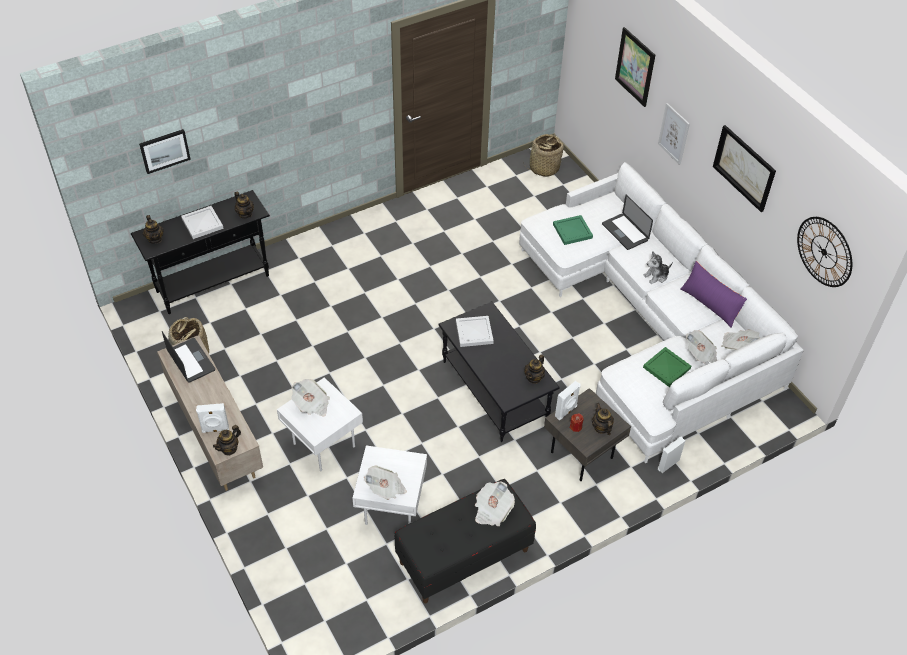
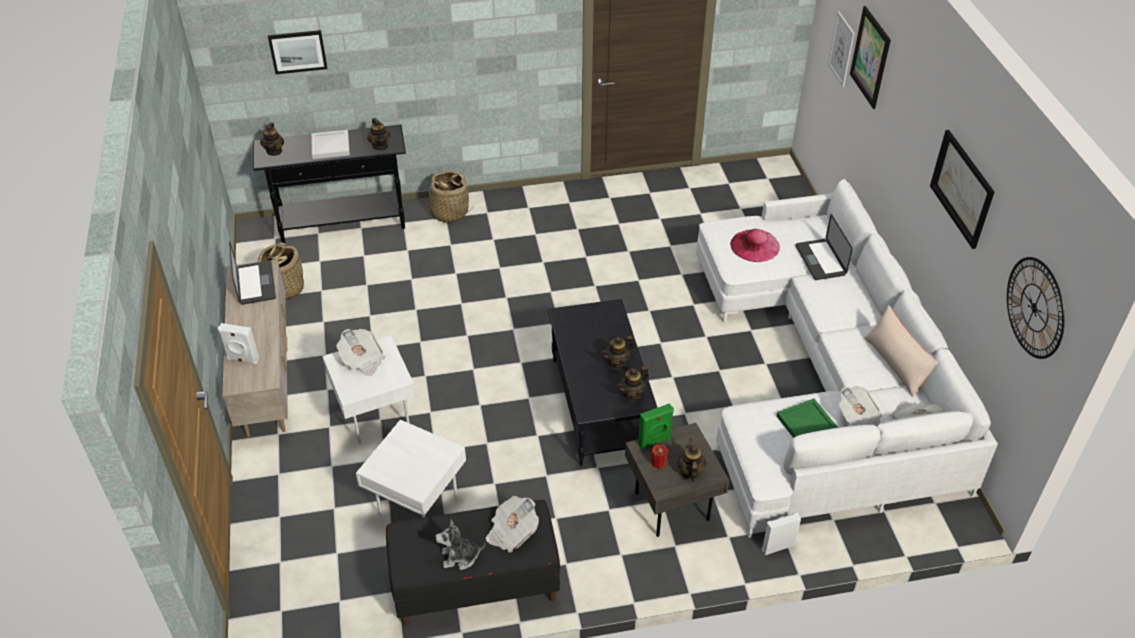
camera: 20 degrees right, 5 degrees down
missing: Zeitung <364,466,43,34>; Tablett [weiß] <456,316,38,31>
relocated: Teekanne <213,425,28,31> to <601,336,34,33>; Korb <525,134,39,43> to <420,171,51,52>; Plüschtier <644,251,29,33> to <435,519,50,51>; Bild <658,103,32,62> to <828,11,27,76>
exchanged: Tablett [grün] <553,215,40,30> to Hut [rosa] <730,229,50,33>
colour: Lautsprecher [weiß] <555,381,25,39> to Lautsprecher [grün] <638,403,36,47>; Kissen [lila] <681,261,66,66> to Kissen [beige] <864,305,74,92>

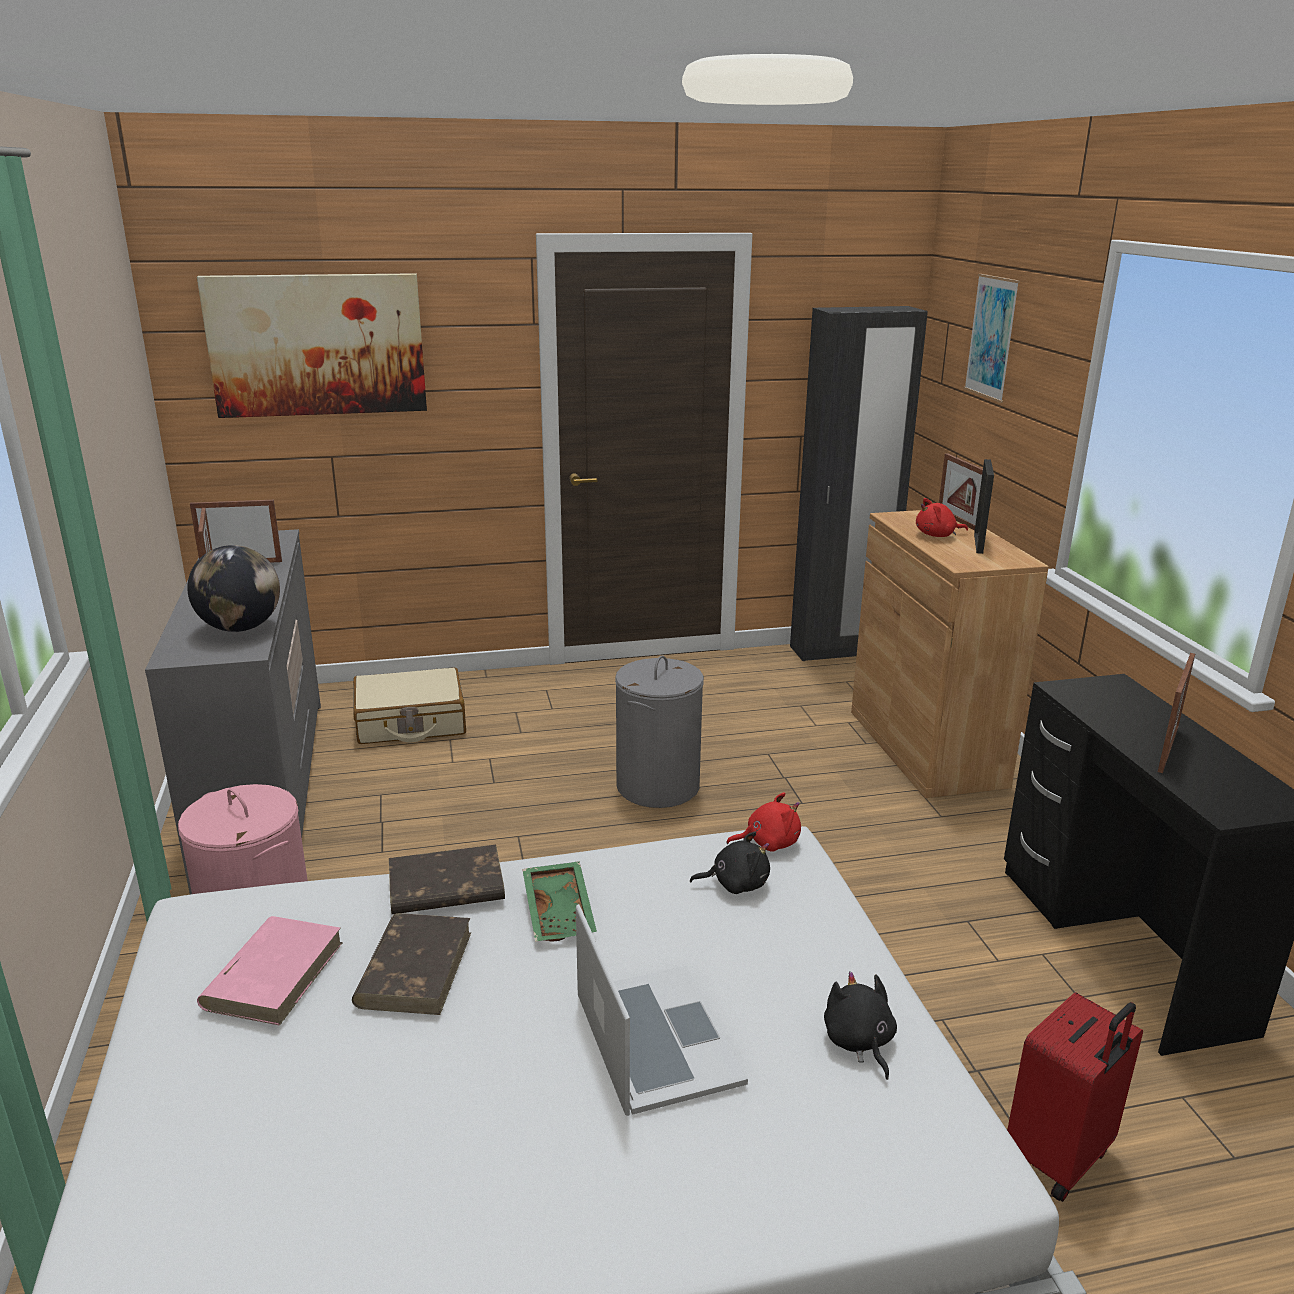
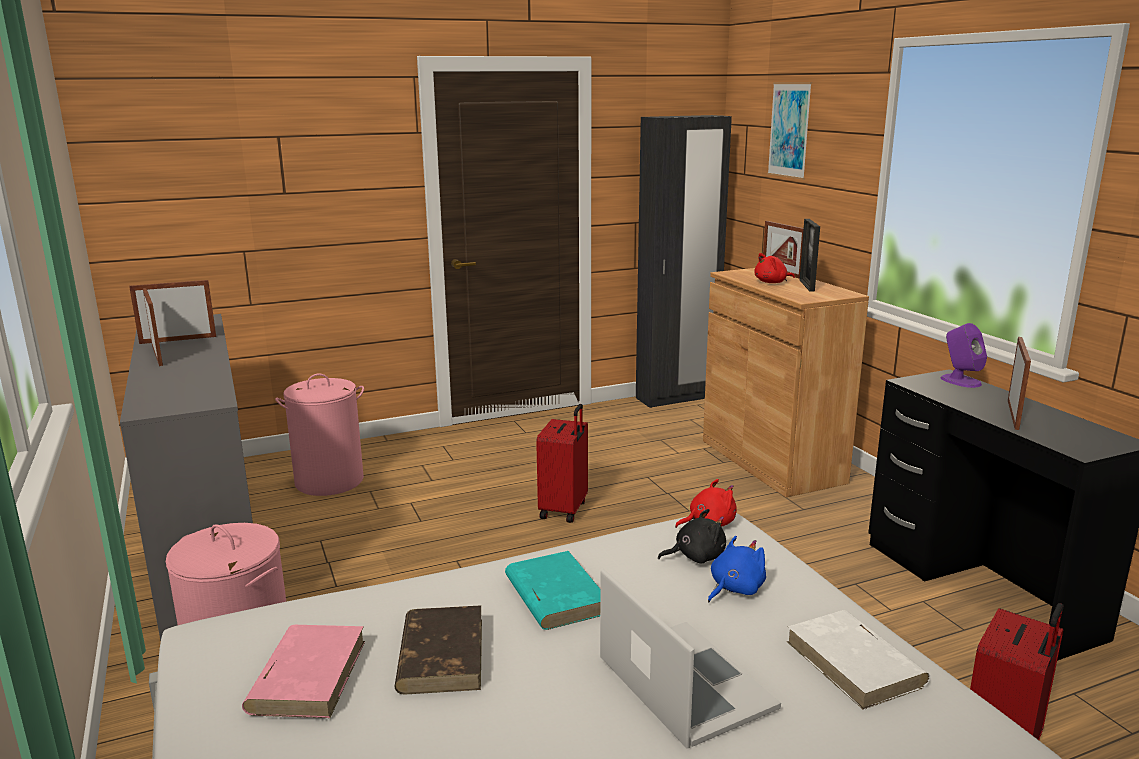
camera: 10 degrees left, 5 degrees down
missing: Globus <187,545,93,87>; Bild <197,273,230,145>; Buch [braun] <389,845,116,69>
appeared: Plüschtier [blau] <708,536,58,66>; Lautsprecher [lila] <941,323,46,65>
exchanged: Koffer [beige] <353,667,113,77> to Wäschekorb [rosa] <275,374,89,122>; Tablett [grün] <522,861,75,81> to Buch [türkis] <505,551,95,79>; Wäschekorb [grau] <615,655,89,153> to Koffer [rot] <536,404,52,119>; Plüschtier [schwarz] <824,971,73,109> to Buch [weiß] <786,610,144,100>

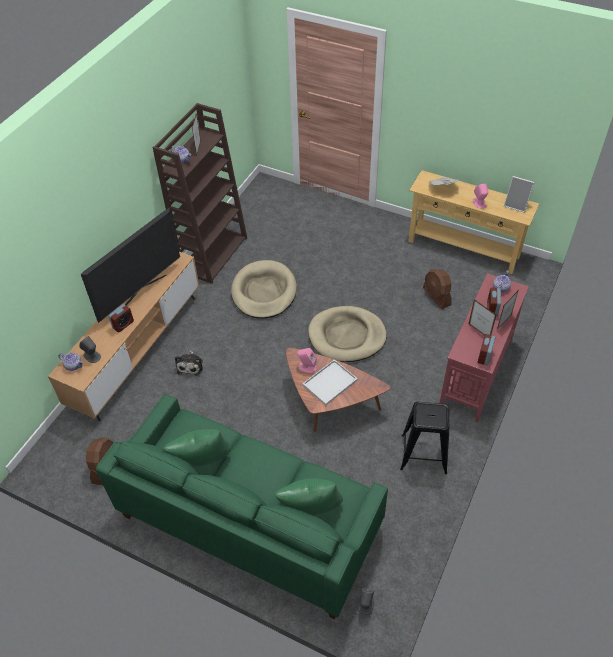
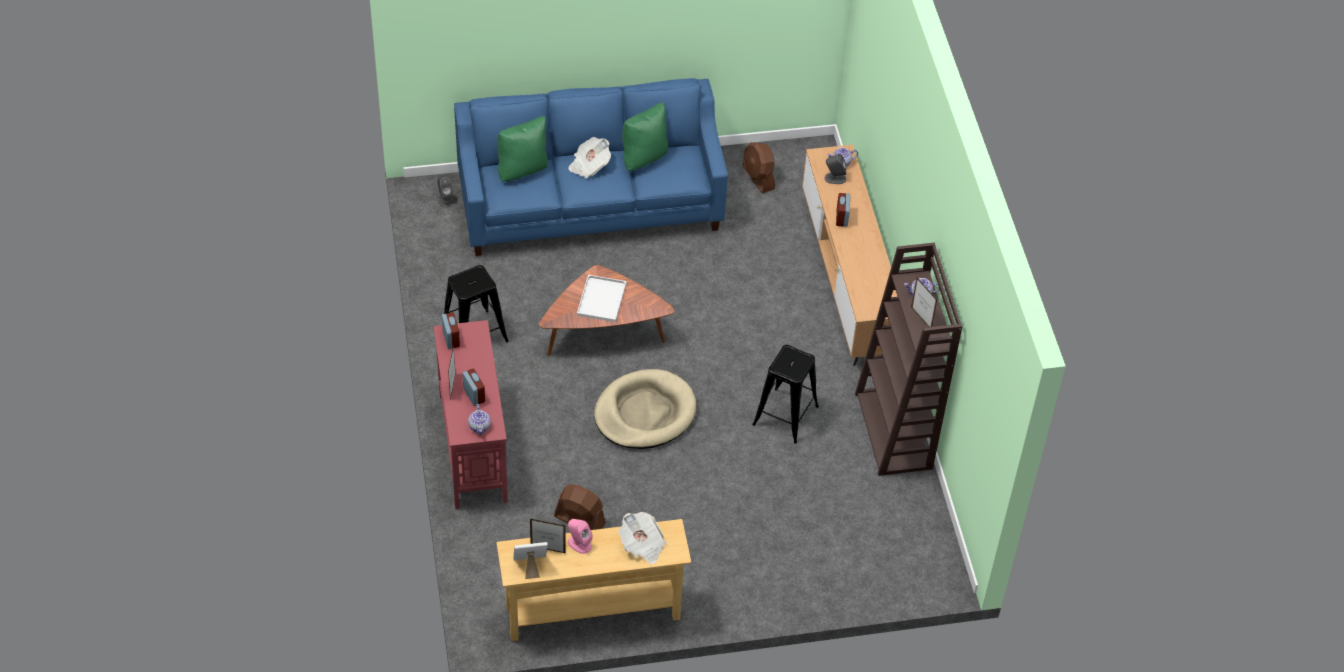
camera: 140 degrees right, 0 degrees up
missing: Fernseher <81,207,99,116>; Plüschtier <175,350,28,25>; Lautsprecher [rosa] <297,348,20,25>
appeared: Zeitung <568,137,43,42>
relocated: Bilderrahmen <469,299,27,36> to <530,519,36,35>
exchanged: Hundebett [beige] <231,260,66,59> to Hocker [schwarz] <752,345,67,98>
colour: Sofa [grün] <96,394,292,226> to Sofa [blau] <454,78,274,178>

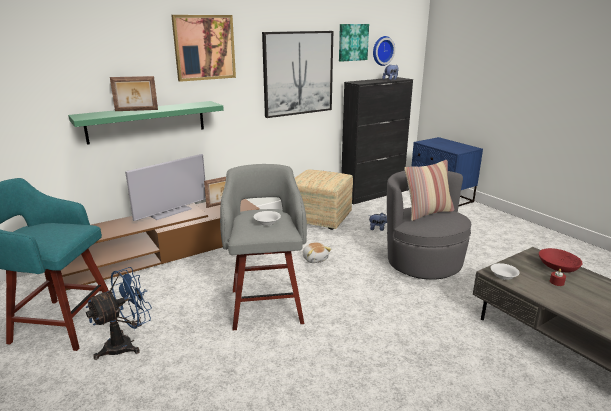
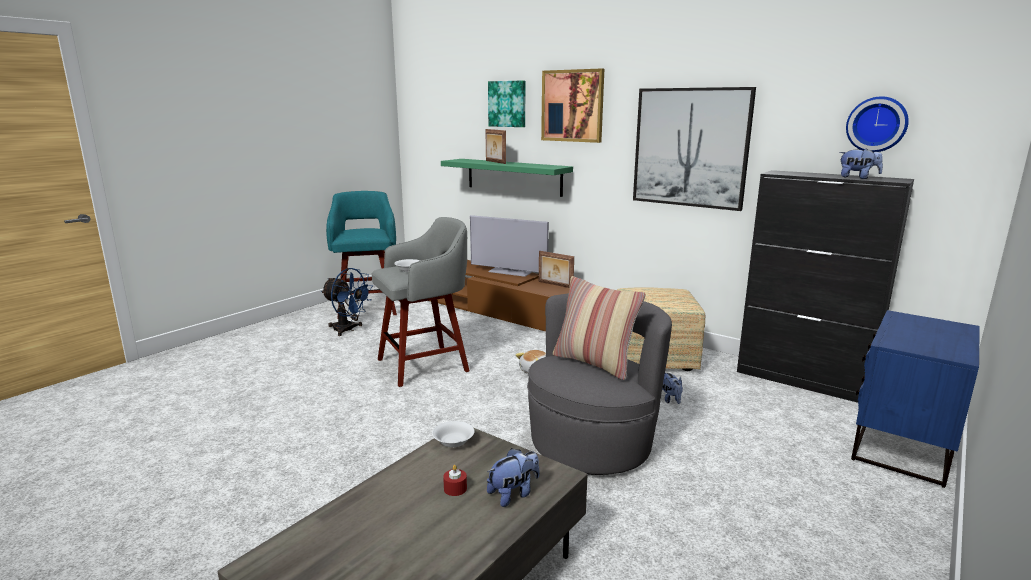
camera: 70 degrees right, 5 degrees down
relocated: Bild <339,24,30,38> to <488,80,37,47>
exchanged: Schüssel [rot] <539,248,44,24> to Plüschtier <487,448,52,59>

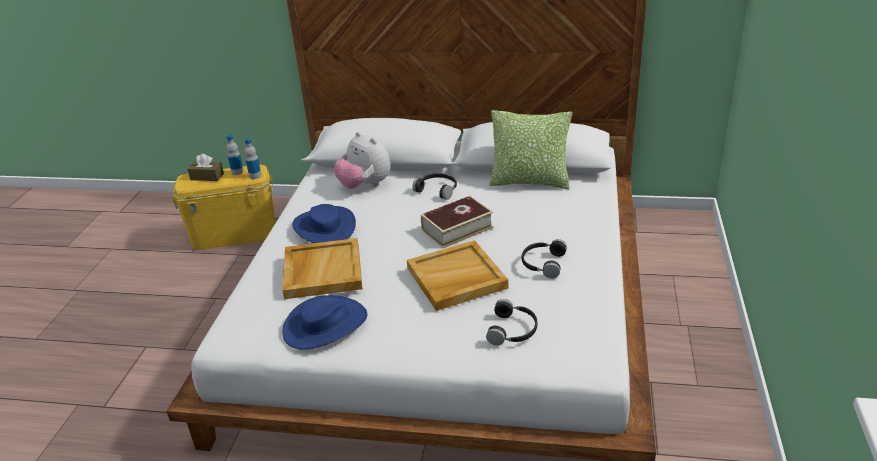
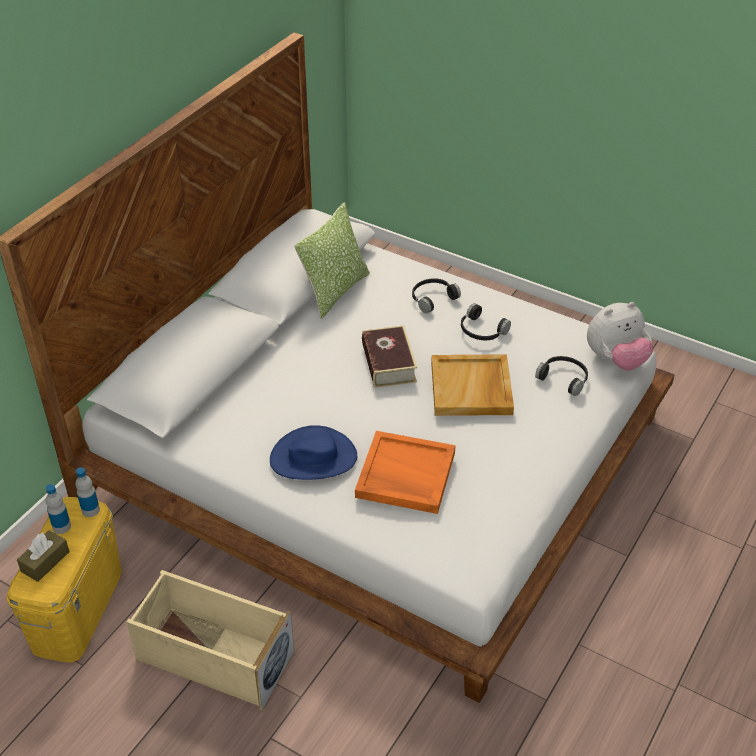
camera: 70 degrees left, 10 degrees up
missing: Hut [blau] <282,295,85,54>
appeared: Aufbewahrungsbox [beige] <127,570,167,140>
relocated: Plüschtier <334,132,57,57> to <587,302,66,68>; Kopfhörer [schwarz] <413,173,44,27> to <412,278,49,36>
colour: Tablett [beige] <282,238,80,61> to Tablett [orange] <355,431,101,83>

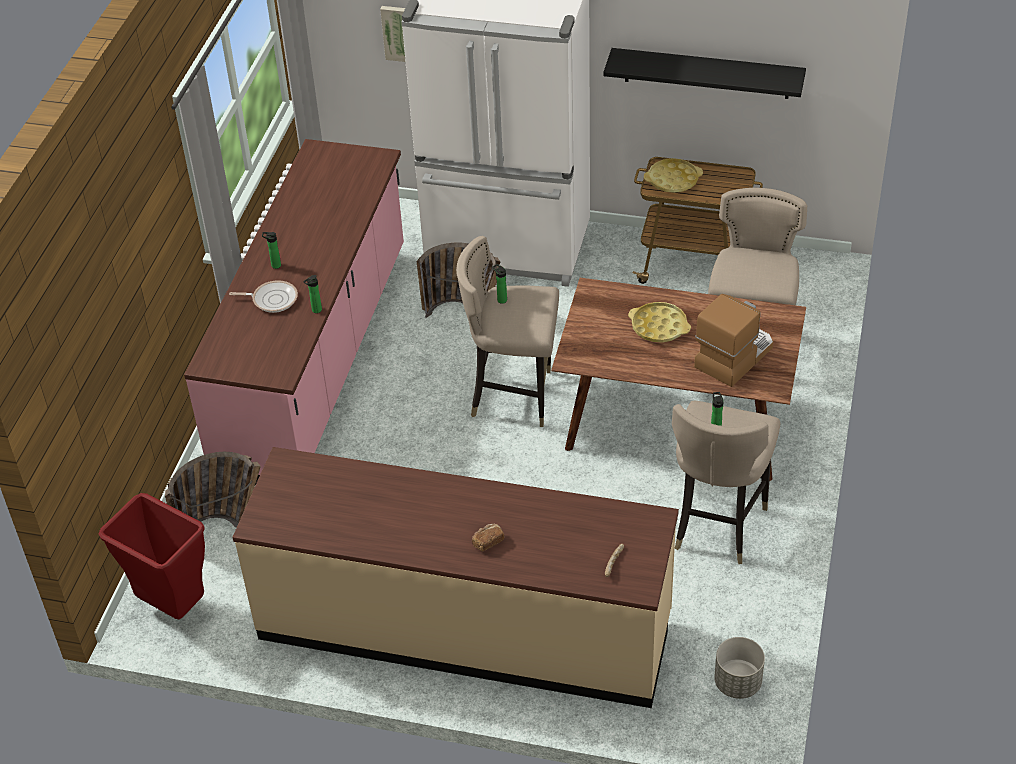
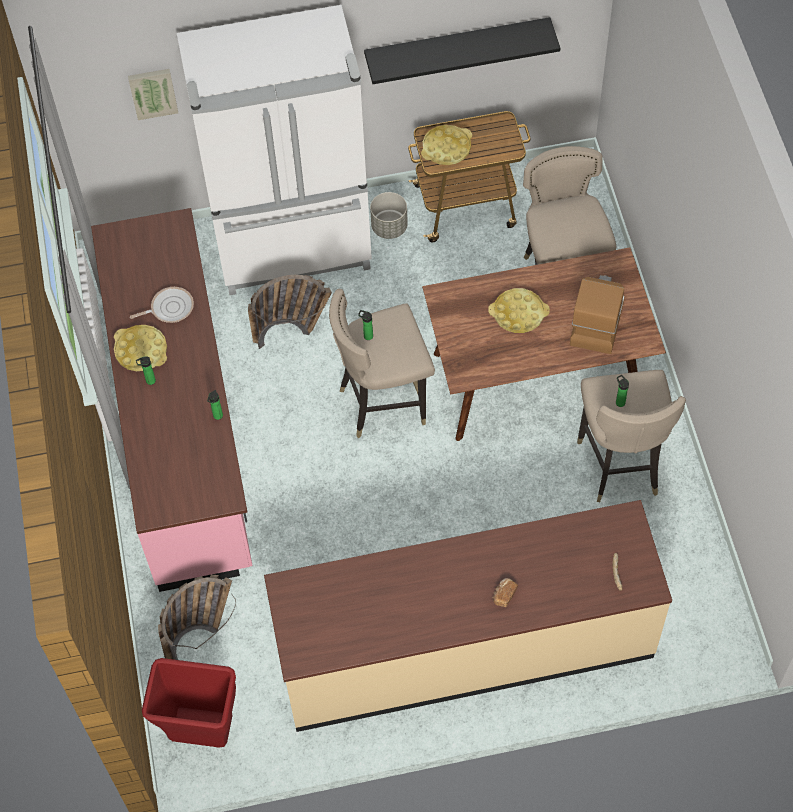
camera: 25 degrees left, 15 degrees up
appeared: Tablett [gelb] <114,325,53,46>
relocated: Pfanne <229,280,69,33> to <130,287,64,36>; Pflanzkübel [grau] <714,637,51,62> to <370,192,38,47>

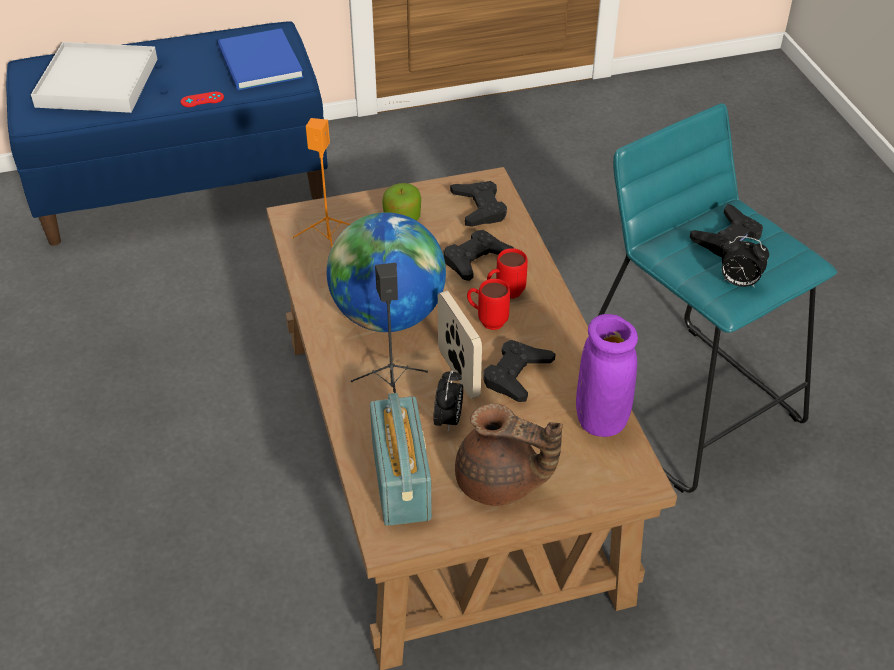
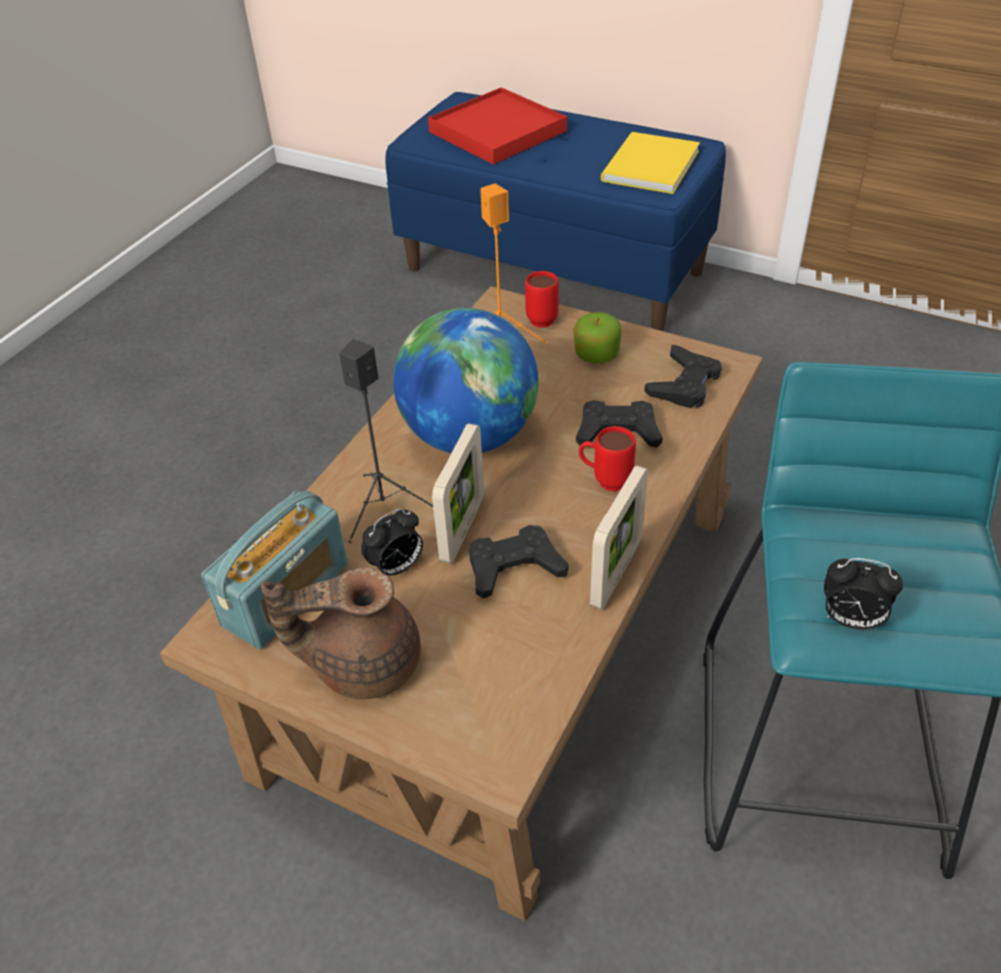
camera: 45 degrees right, 0 degrees up
missing: Gamepad [rot] <181,92,43,15>; Vase [lila] <576,314,62,123>; Gamepad [schwarz] <690,203,73,55>
appeared: Bilderrahmen <590,465,58,145>
relocated: Henkelbecher [rot] <467,279,43,51> to <525,271,34,57>
colour: Tablett [weiß] <31,42,126,71> to Tablett [rot] <428,87,139,78>; Buch [blau] <218,28,85,62> to Buch [gelb] <601,132,99,62>
spun: Teekanne [braun] <455,404,108,102> = <261,567,160,132> 105 degrees clockwise; Wecker <722,236,47,52> = <824,558,79,72> 45 degrees counterclockwise

